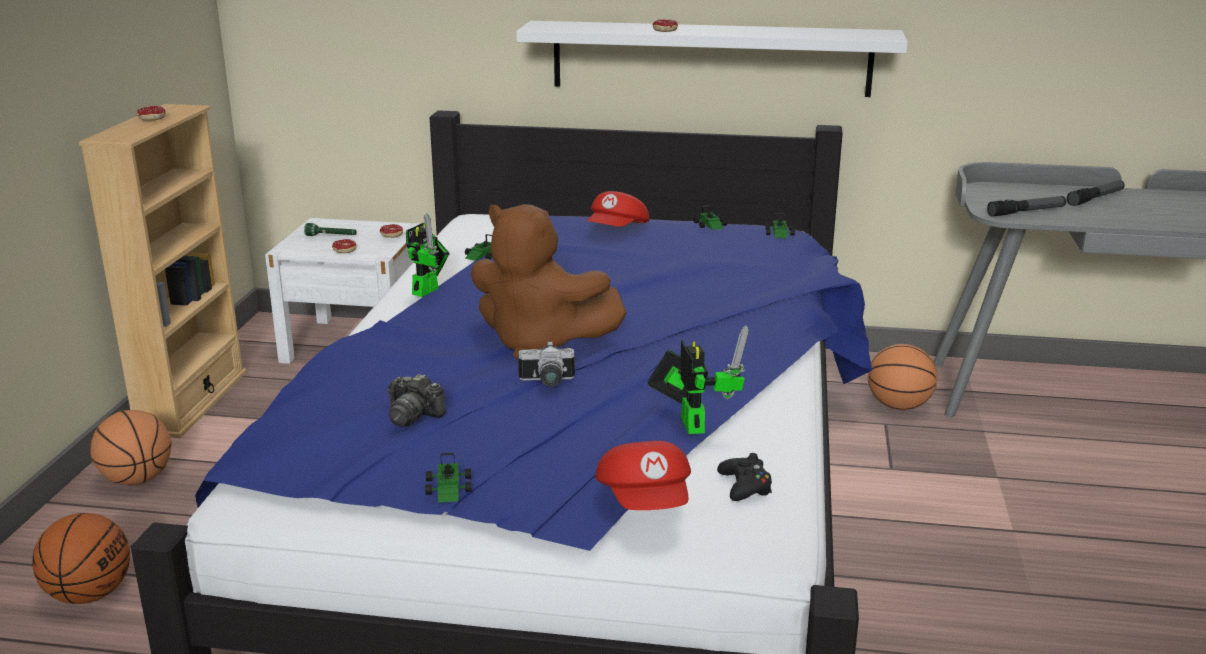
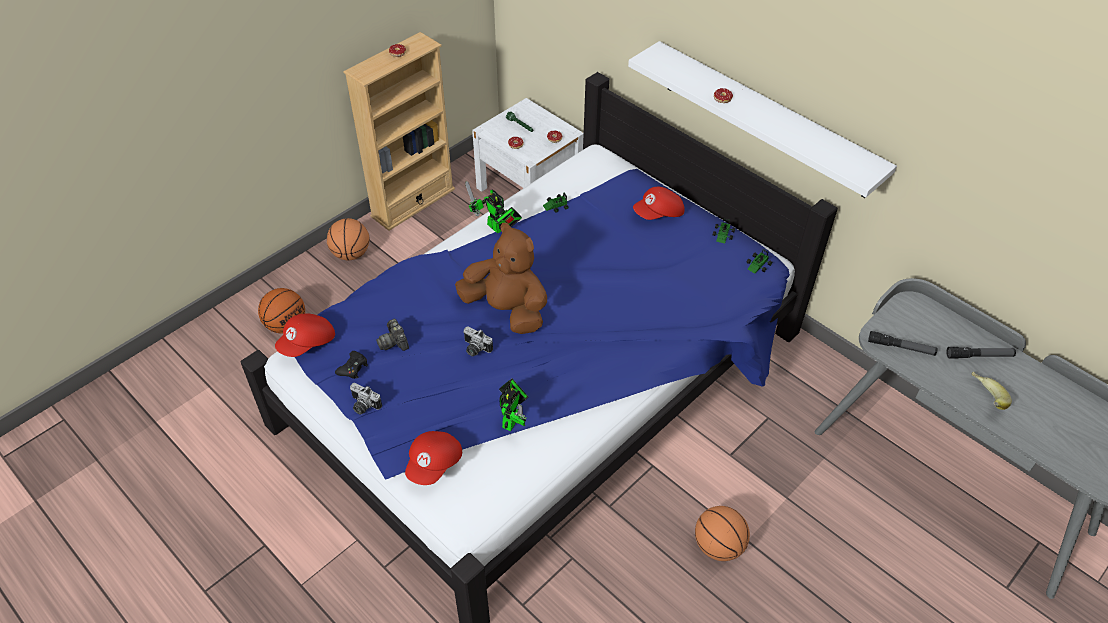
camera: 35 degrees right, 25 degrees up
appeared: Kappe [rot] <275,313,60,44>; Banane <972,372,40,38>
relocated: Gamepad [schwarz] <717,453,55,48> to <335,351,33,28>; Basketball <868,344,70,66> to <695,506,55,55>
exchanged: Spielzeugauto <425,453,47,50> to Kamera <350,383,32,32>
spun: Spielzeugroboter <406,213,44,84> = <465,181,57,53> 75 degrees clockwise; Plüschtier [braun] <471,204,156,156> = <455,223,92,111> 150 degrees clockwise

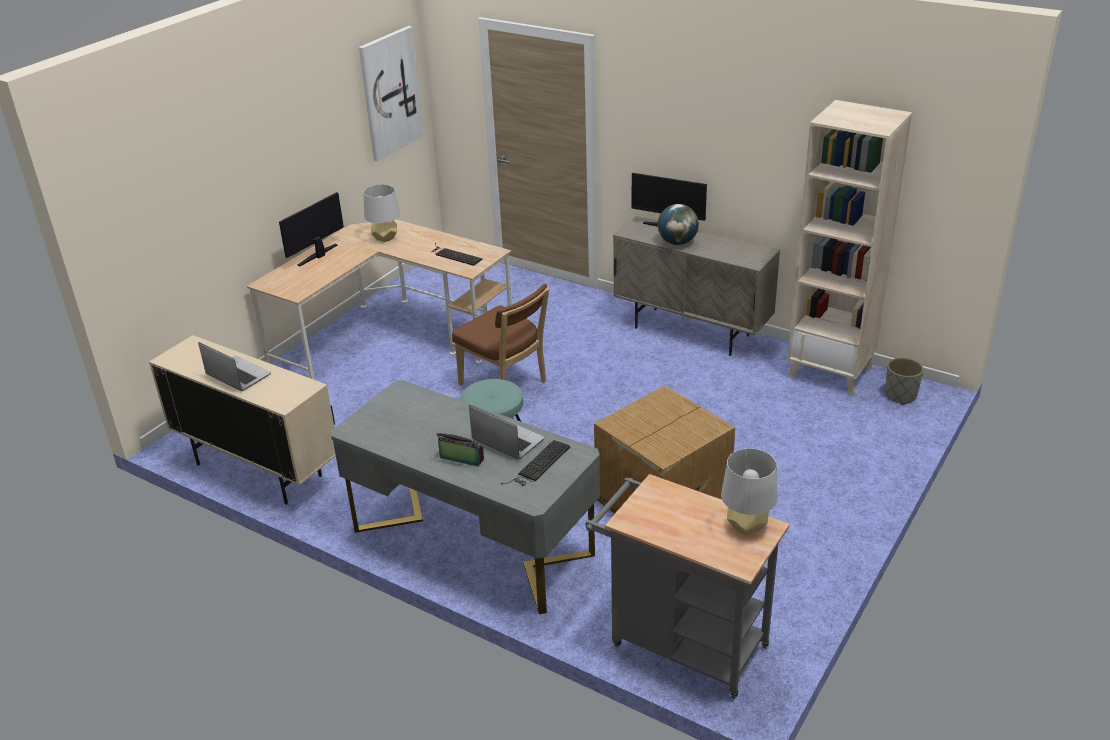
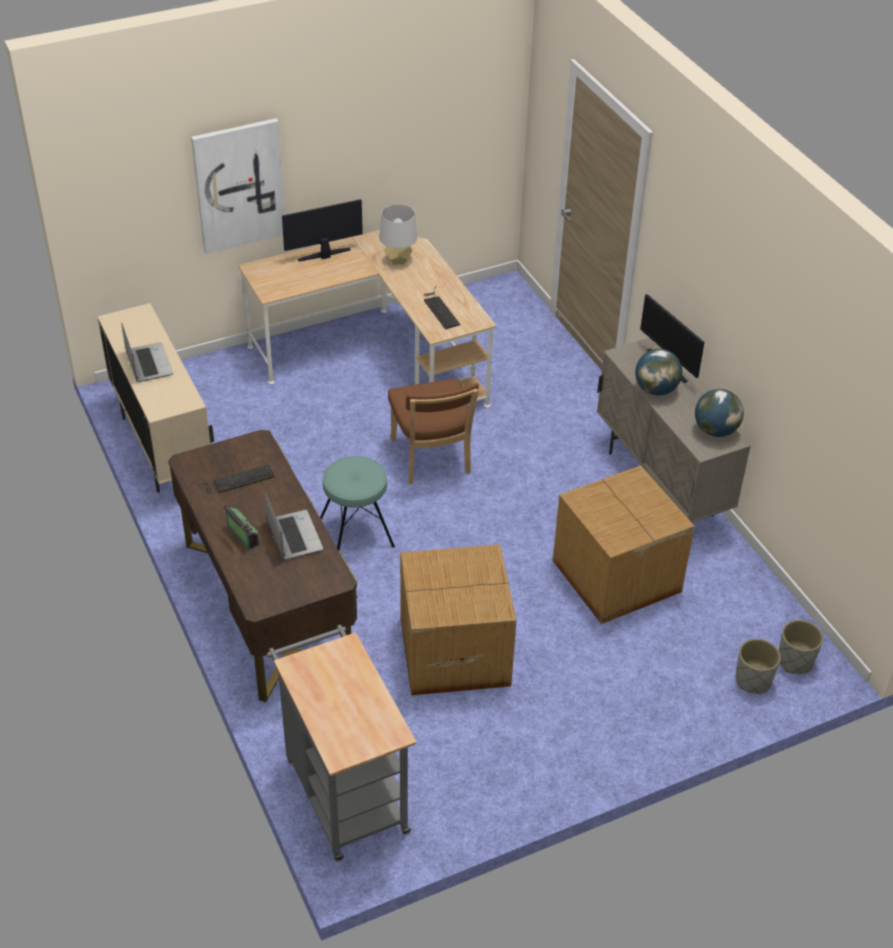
camera: 30 degrees right, 10 degrees up
missing: Tischlampe [grau] <721,448,57,87>; Bücherregal [beige] <787,100,125,296>
appeared: Karton <553,465,142,159>; Globus <695,389,49,48>; Pflanzkübel [grau] <735,639,46,55>
relocated: Bild <359,26,65,135> to <191,118,94,136>; Tastatur <501,440,69,46> to <193,465,82,28>
colour: Schreibtisch [grau] <331,380,269,234> to Schreibtisch [braun] <168,430,190,272>

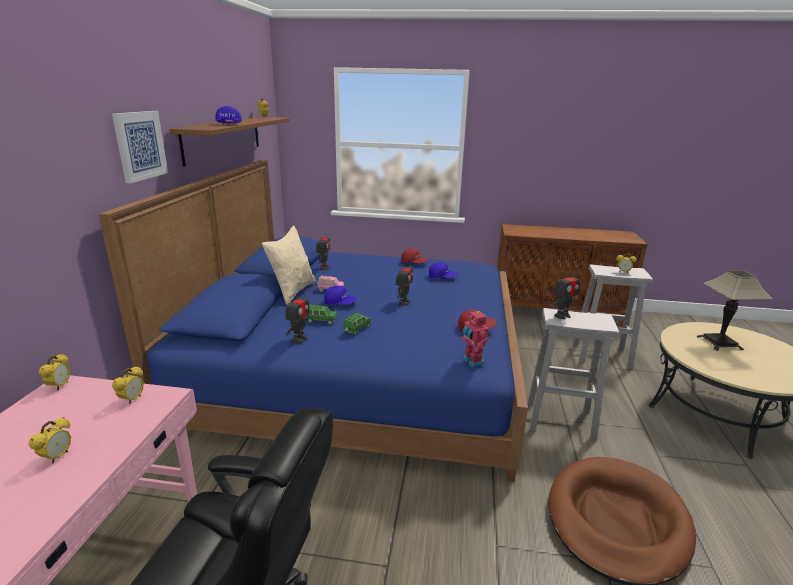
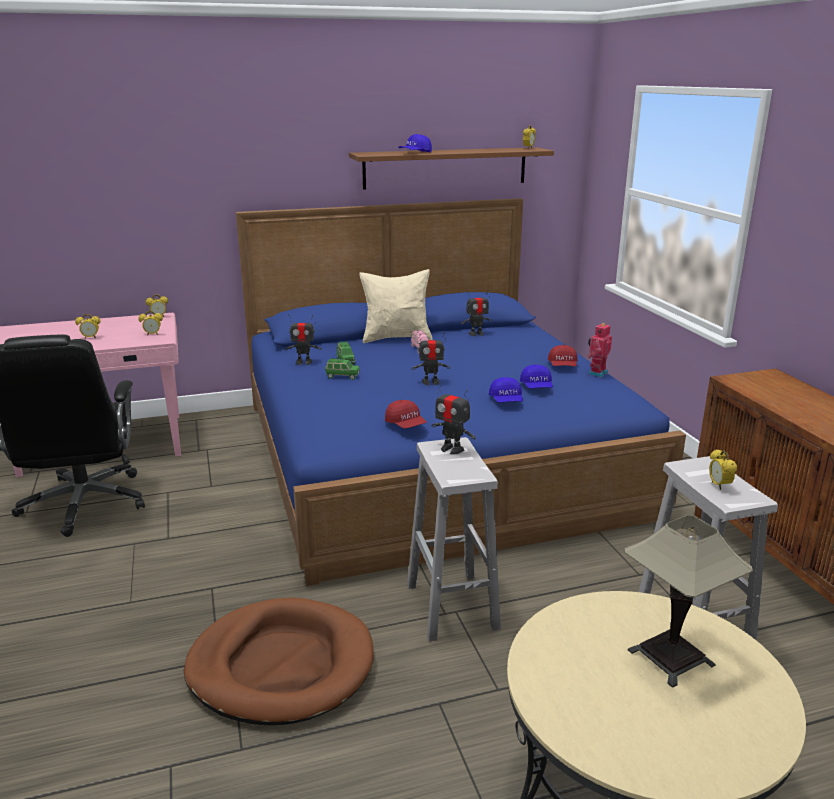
camera: 65 degrees right, 0 degrees up
missing: Bild <112,111,56,72>
relocated: Kappe [blau] <324,286,34,19> to <489,377,34,25>; Spielzeugroboter <461,309,28,58> to <587,323,25,54>

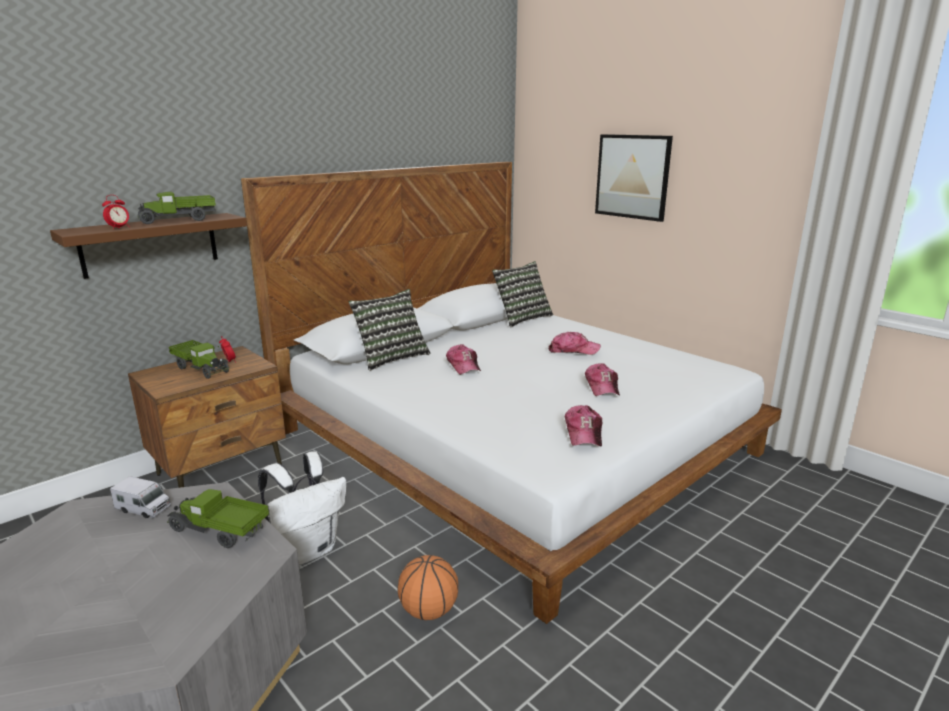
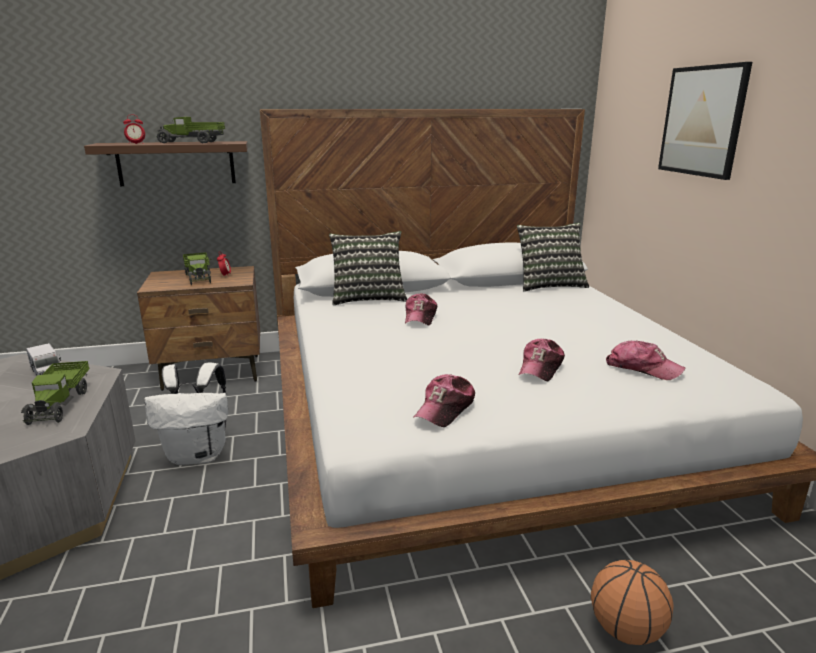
camera: 30 degrees right, 0 degrees up
relocated: Basketball <398,555,60,65> to <591,560,83,85>; Kappe <549,332,52,23> to <606,340,80,40>
spun: Spielzeuglaster <167,489,102,59> = <21,361,68,64> 150 degrees counterclockwise

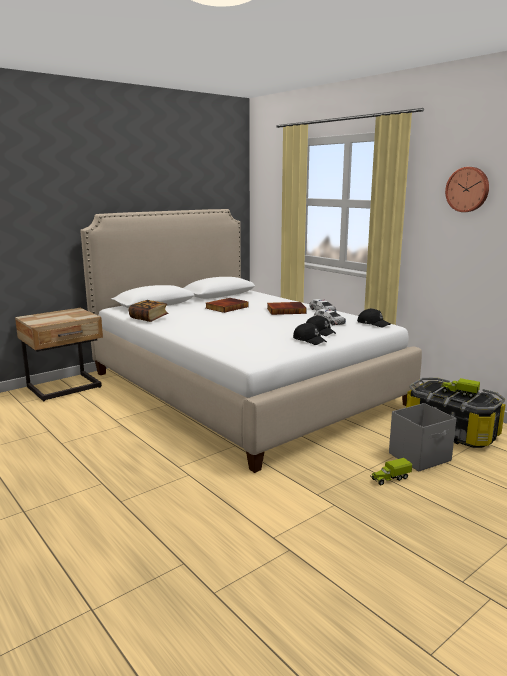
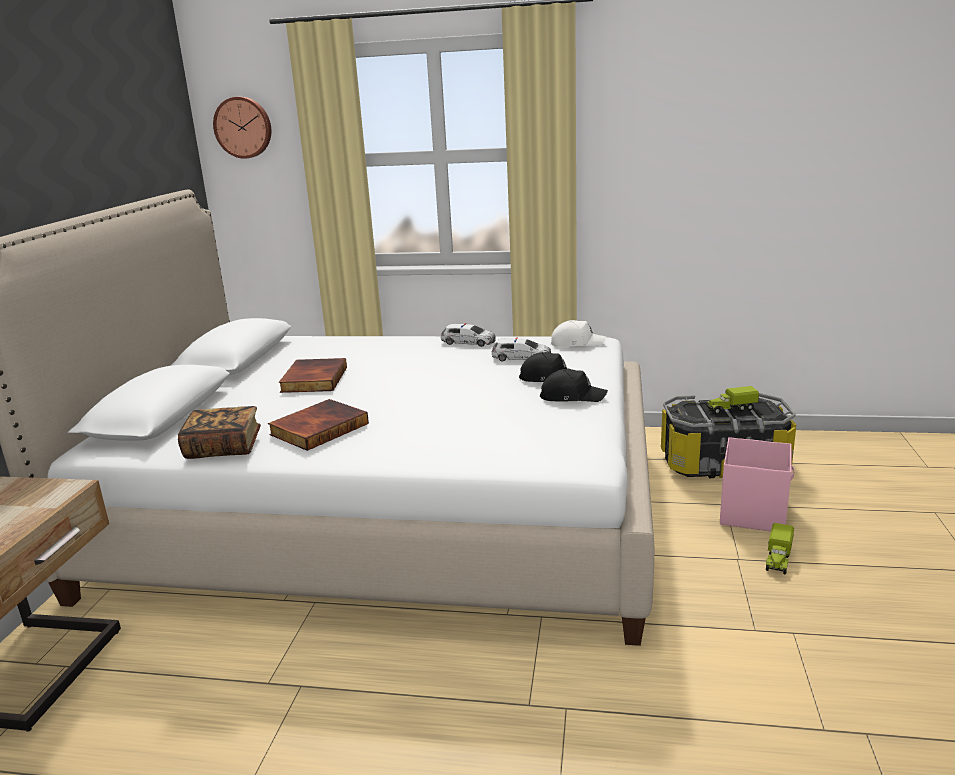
camera: 40 degrees left, 5 degrees up
relocated: Buch <267,302,40,13> to <268,399,101,52>; Wanduhr <445,167,44,45> to <213,97,58,62>
colour: Kappe [schwarz] <357,308,34,20> to Kappe [weiß] <551,320,55,27>; Aufbewahrungsbox [grau] <389,403,67,68> to Aufbewahrungsbox [rosa] <720,437,75,95>

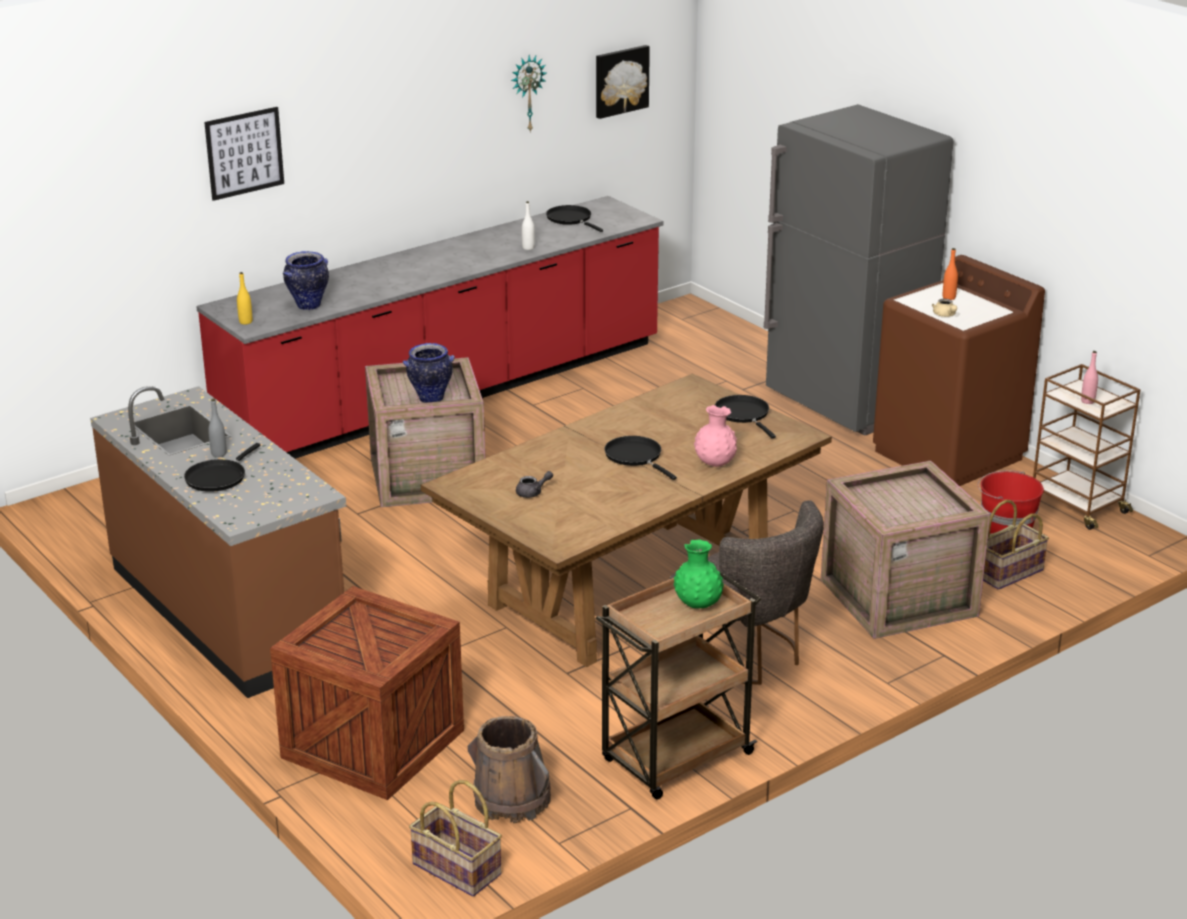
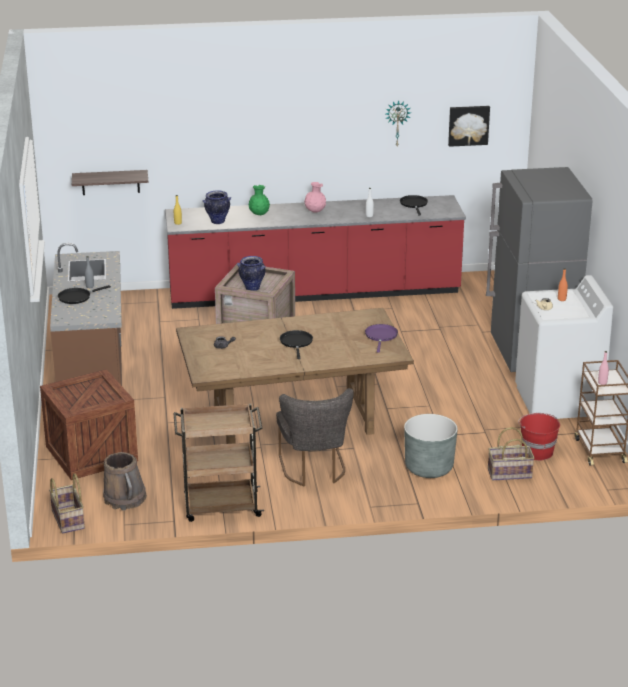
camera: 30 degrees right, 0 degrees up
missing: Bild <204,107,80,94>
appeared: Wandregal <72,170,77,25>
relocated: Vase [grün] <674,539,50,69> to <249,185,21,30>; Vase [rosa] <694,405,43,62> to <304,182,22,31>
exchanged: Kiste <821,461,169,178> to Pflanzkübel [grau] <404,414,54,64>
colour: Pfanne [schwarz] <715,395,61,43> to Pfanne [lila] <365,324,33,29>; Waschmaschine [braun] <873,255,172,231> to Waschmaschine [weiß] <515,275,98,144>

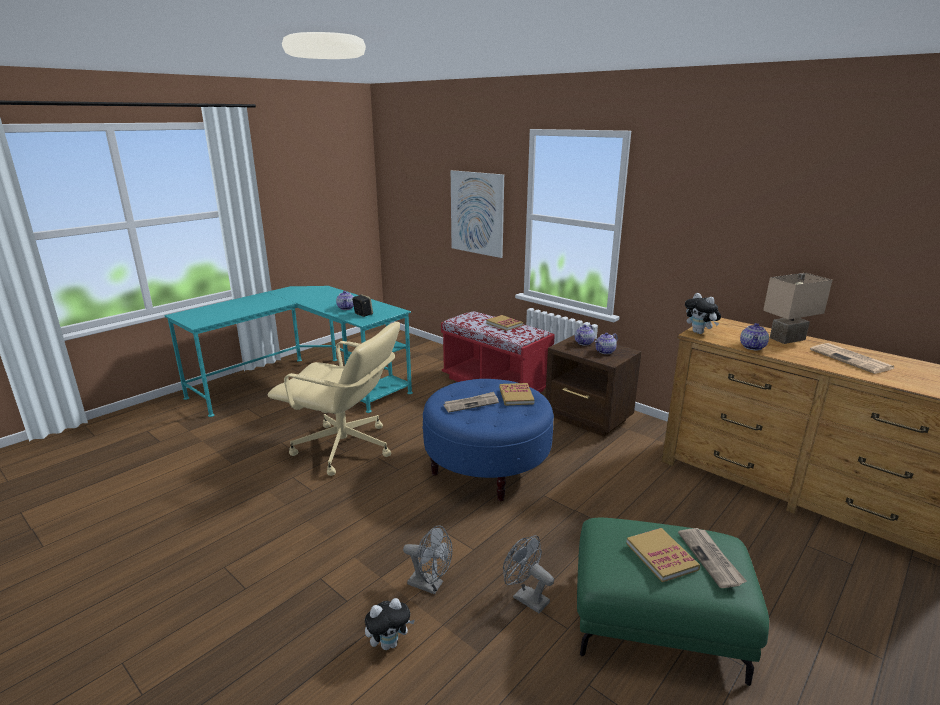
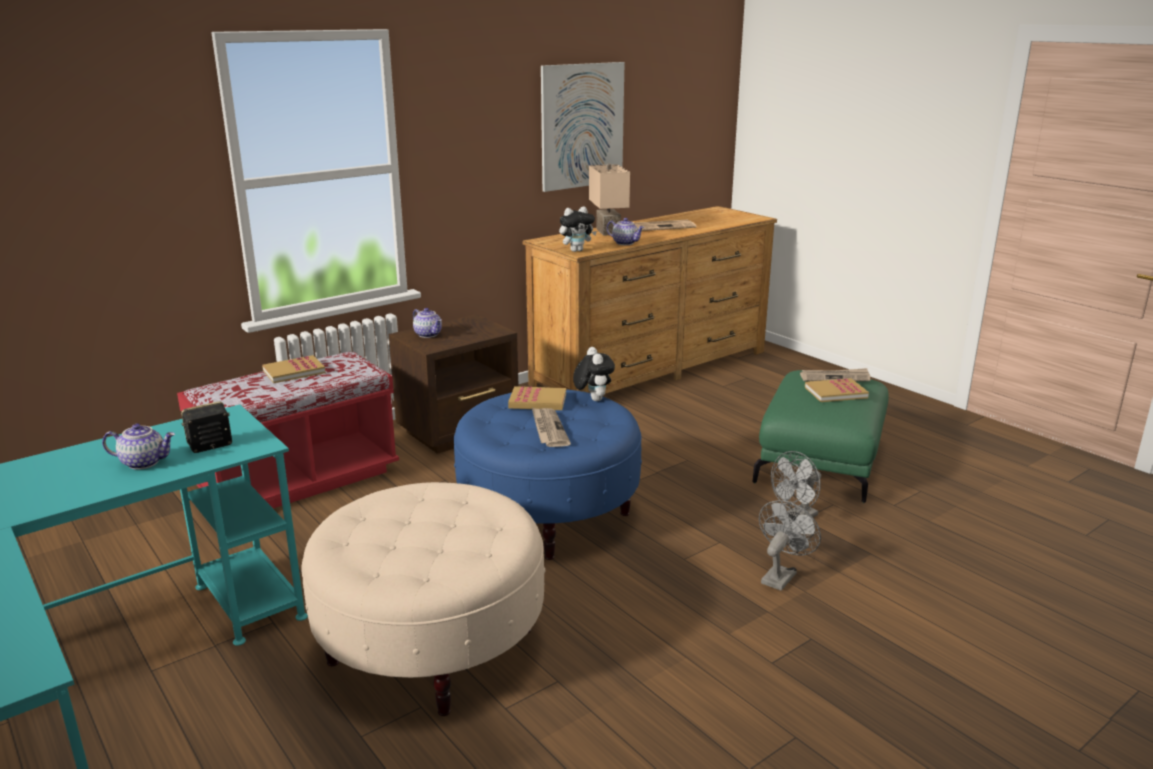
camera: 80 degrees left, 0 degrees up
missing: Teekanne <595,333,23,21>
relocated: Plüschtier <365,598,50,52> to <573,347,42,54>; Bild <451,170,53,88> to <541,62,84,130>
exchanged: Bürostuhl [beige] <268,322,132,154> to Polsterhocker [beige] <301,482,244,234>

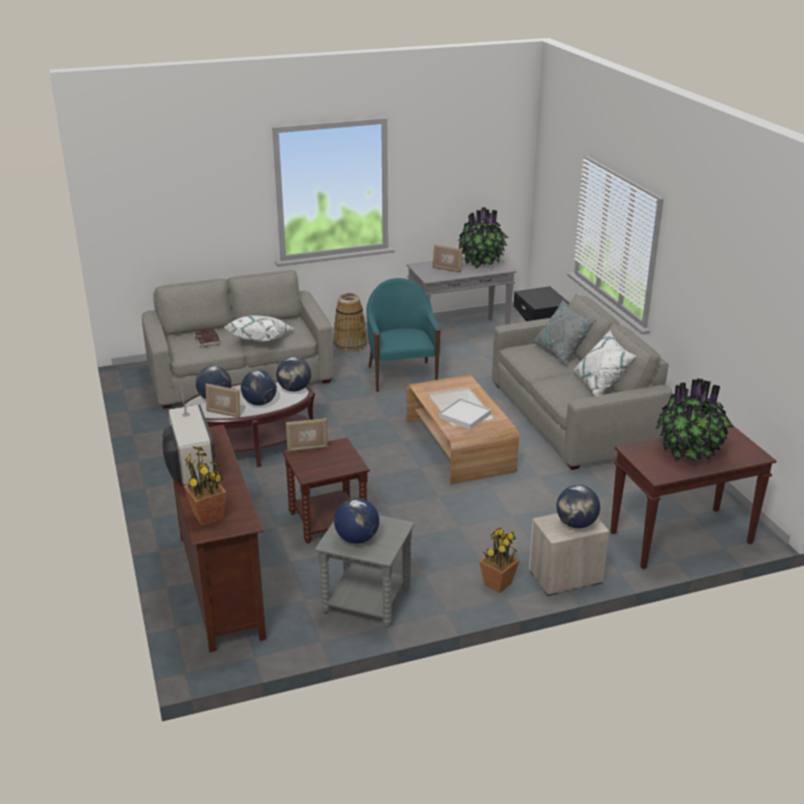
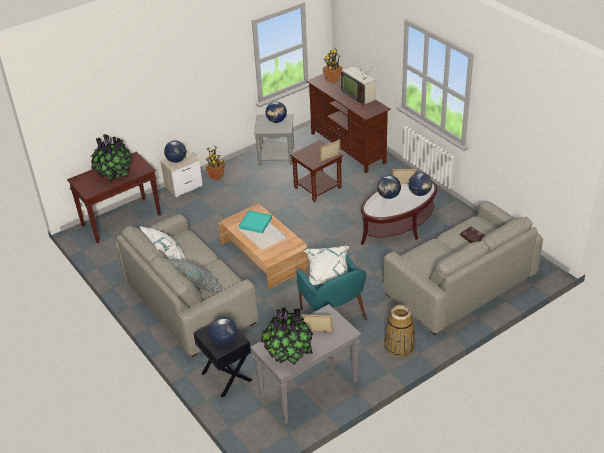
camera: 165 degrees right, 10 degrees up
relocated: Kissen [weiß] <225,315,69,27> to <303,246,46,40>; Globus <276,357,35,35> to <209,316,29,30>
colour: Tablett [weiß] <439,398,52,31> to Tablett [türkis] <239,211,33,22>

